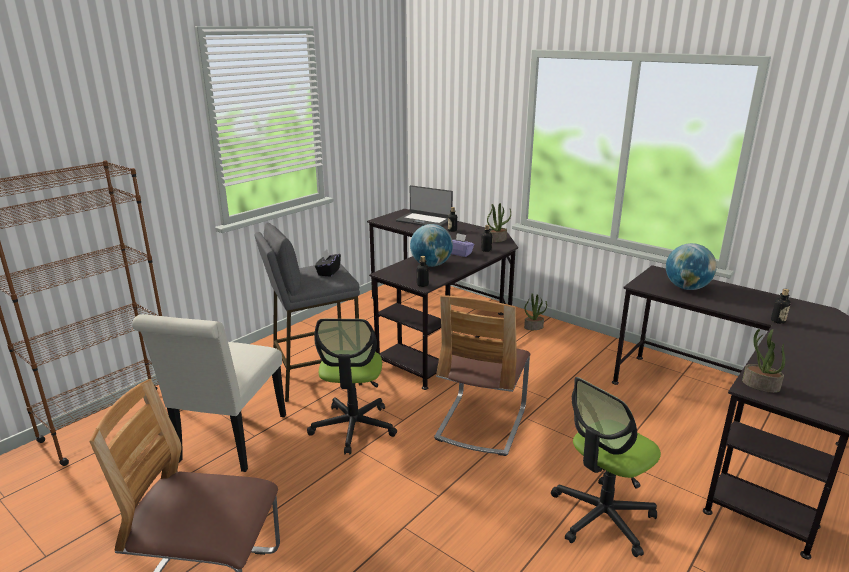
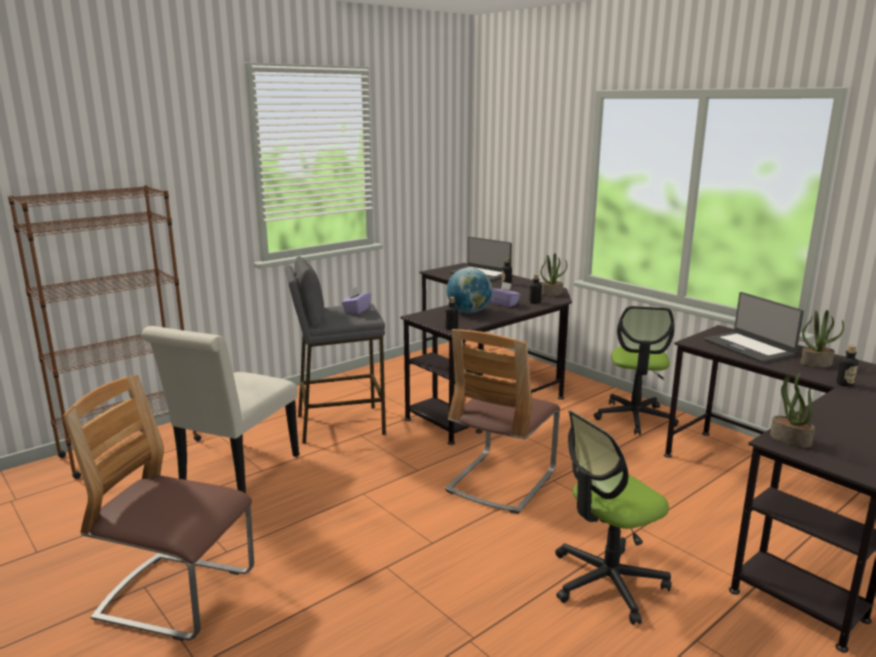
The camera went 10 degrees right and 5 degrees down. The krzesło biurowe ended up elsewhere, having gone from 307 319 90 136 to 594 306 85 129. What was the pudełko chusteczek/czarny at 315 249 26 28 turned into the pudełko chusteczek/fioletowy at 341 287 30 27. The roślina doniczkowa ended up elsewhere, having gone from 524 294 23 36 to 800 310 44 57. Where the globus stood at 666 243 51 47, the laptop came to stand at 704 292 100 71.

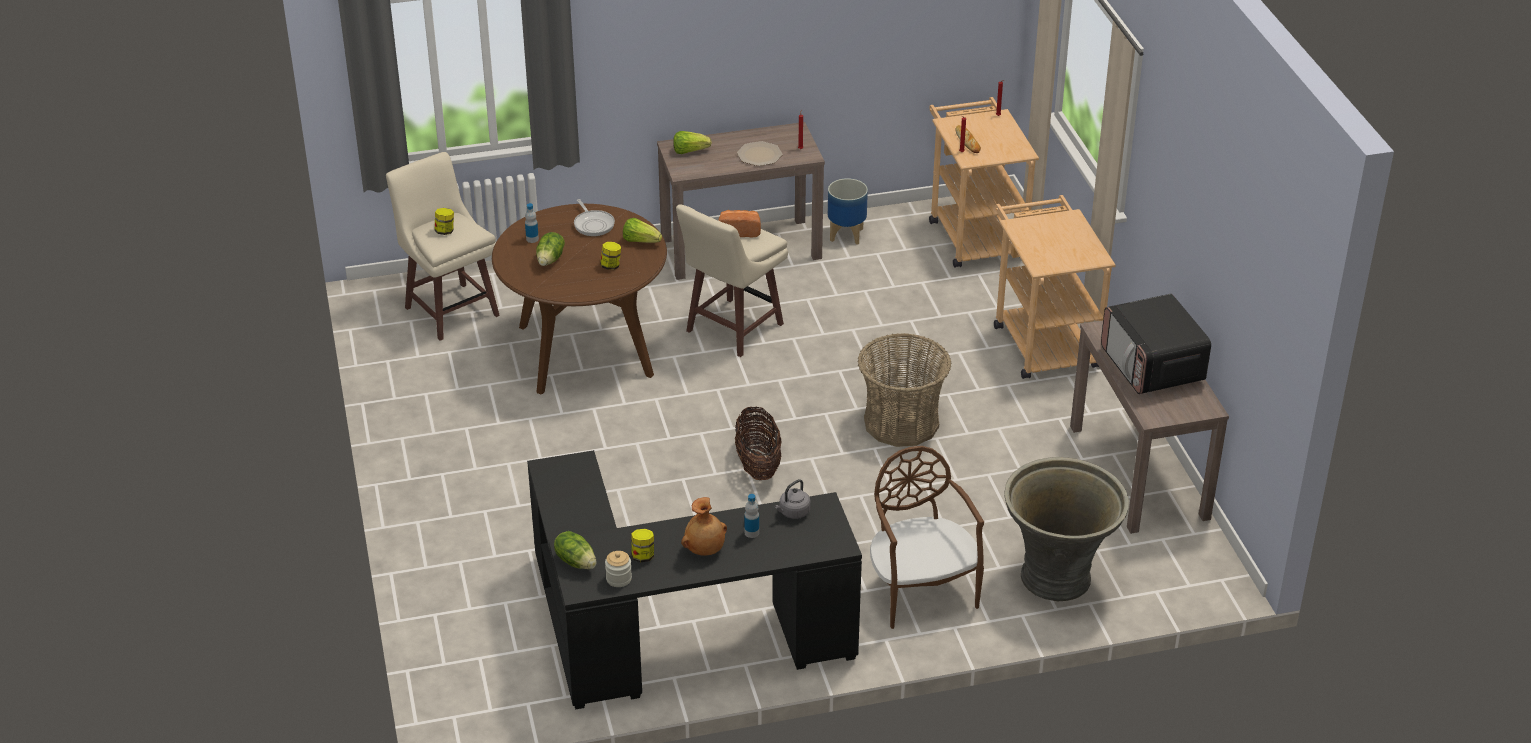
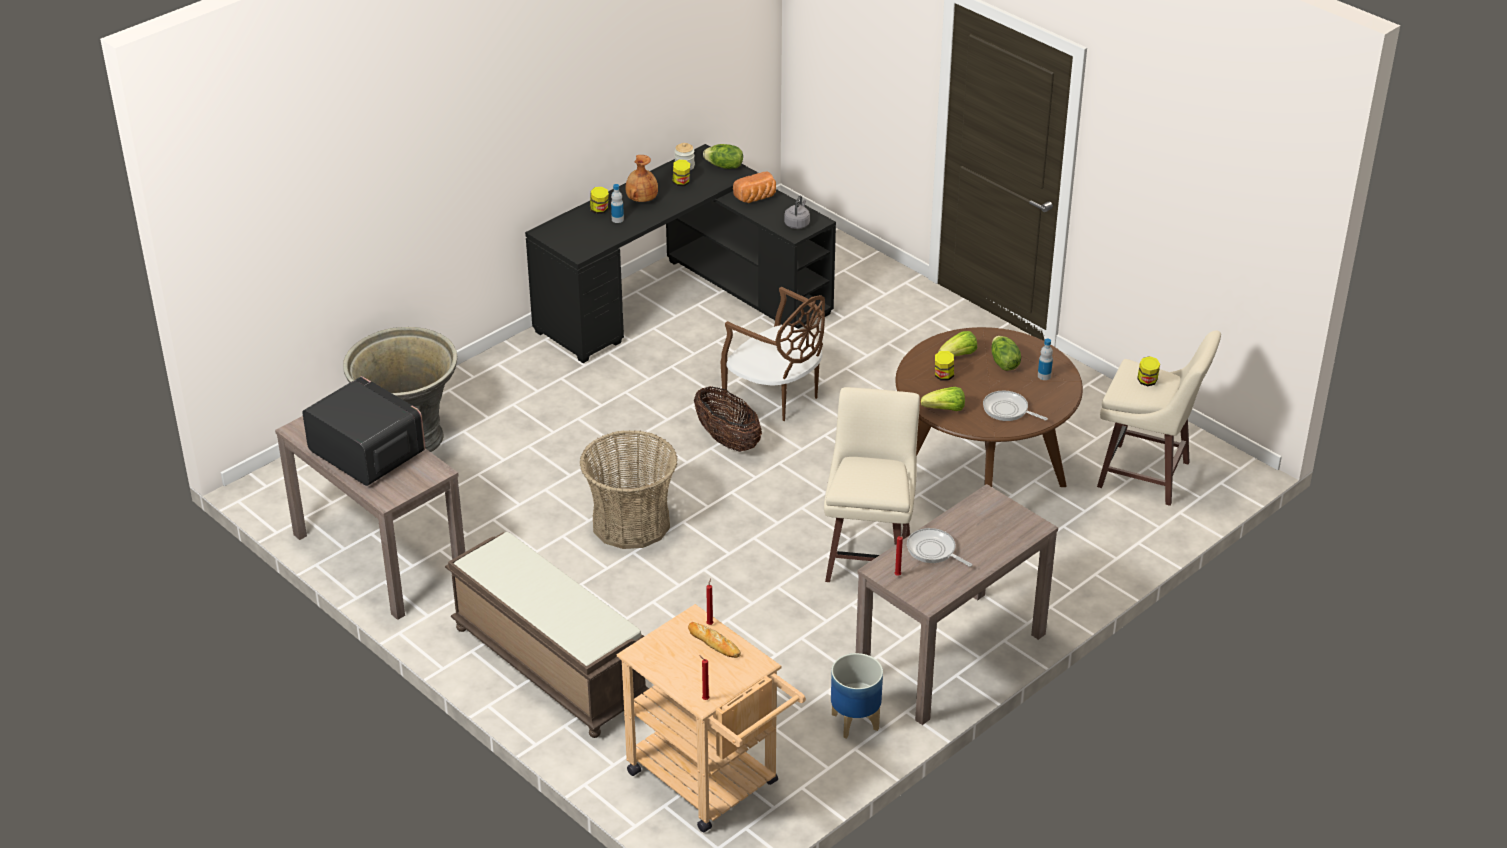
The camera went 150 degrees right and 0 degrees up. The sałata ended up elsewhere, having gone from 673 131 39 23 to 938 331 39 26. The chleb ended up elsewhere, having gone from 718 210 43 28 to 733 171 43 32. Where the talerz stood at 737 141 45 25, the patelnia came to stand at 907 528 65 39. The czajnik/szary ended up elsewhere, having gone from 775 479 35 40 to 784 196 26 33. The krzesło/brązowy ended up elsewhere, having gone from 870 446 114 183 to 721 286 104 135. Where the wózek/beżowy stood at 994 195 122 184, the ławka/brązowy came to stand at 445 532 204 206. The second view gained the słoik at 590 187 19 27.

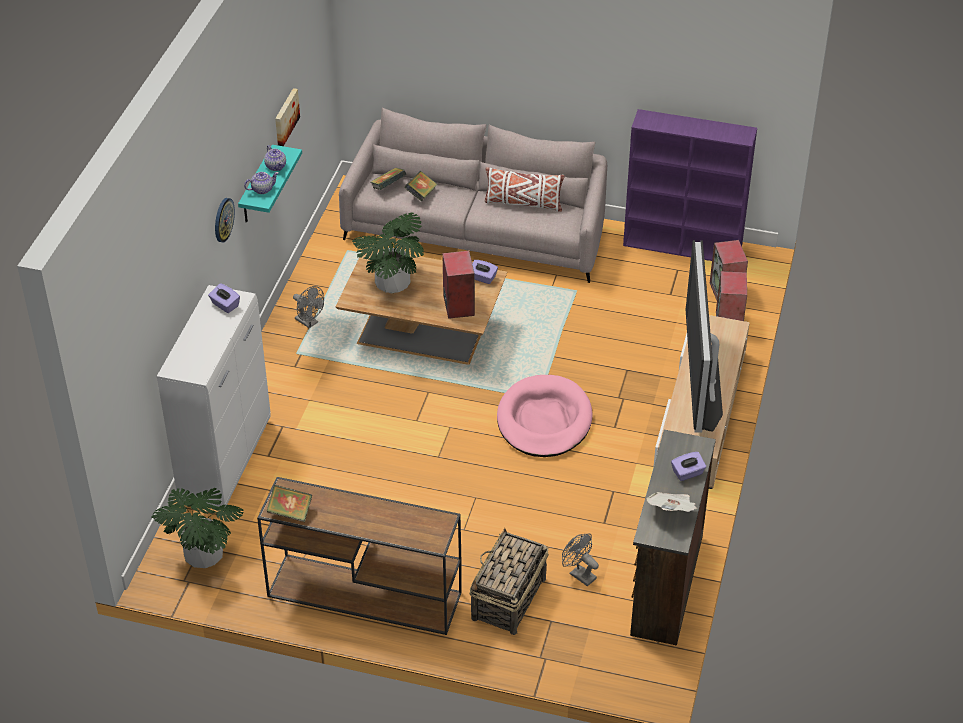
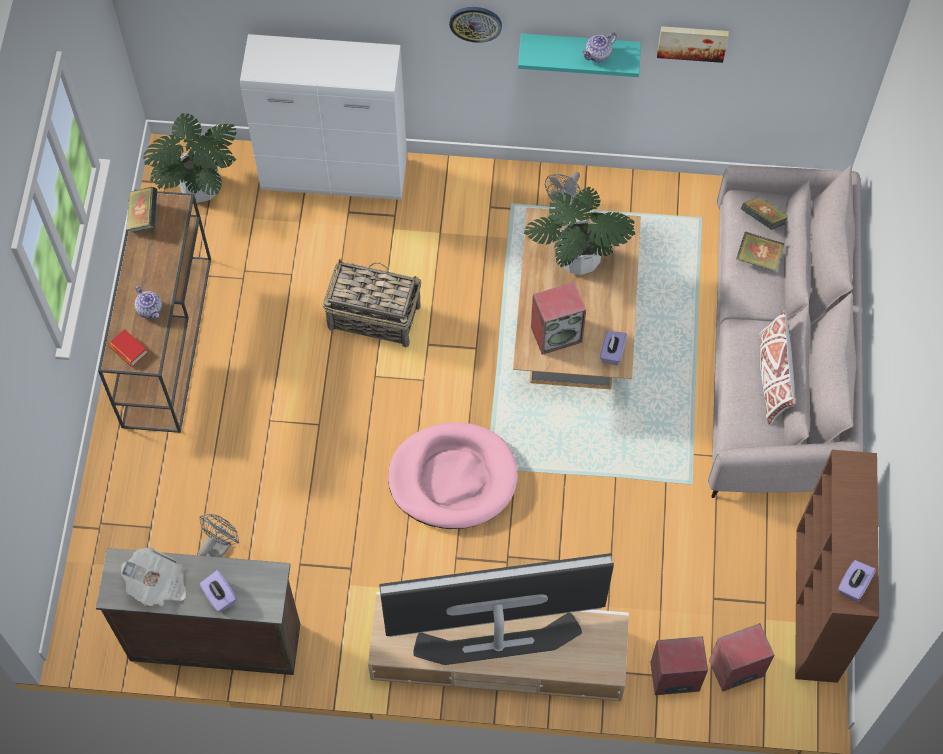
The camera went 80 degrees right and 20 degrees up. The pudełko chusteczek/fioletowy ended up elsewhere, having gone from 208 283 32 30 to 838 560 38 42. The imbryk ended up elsewhere, having gone from 244 172 35 22 to 135 286 27 33. The koszyk ended up elsewhere, having gone from 470 528 79 107 to 323 259 98 88. What was the regał/fioletowy at 623 109 134 152 turned into the regał/brązowy at 795 450 84 233. The second view gained the książka at 108 329 40 38.

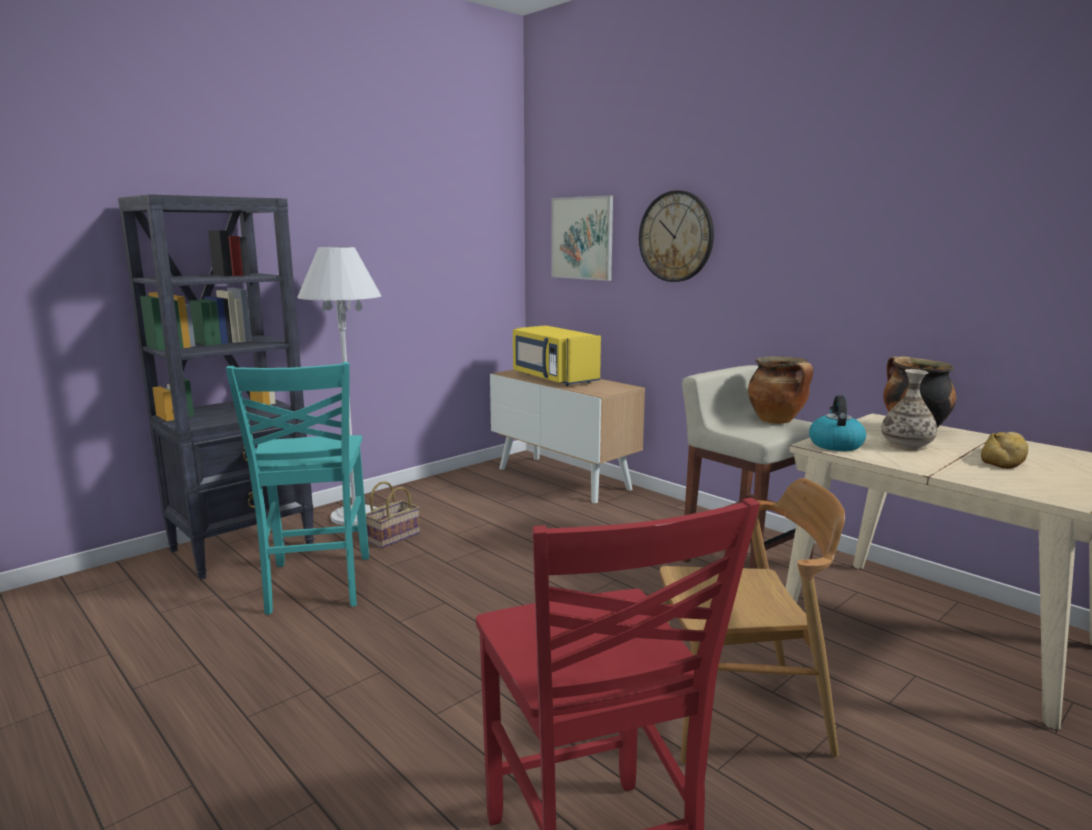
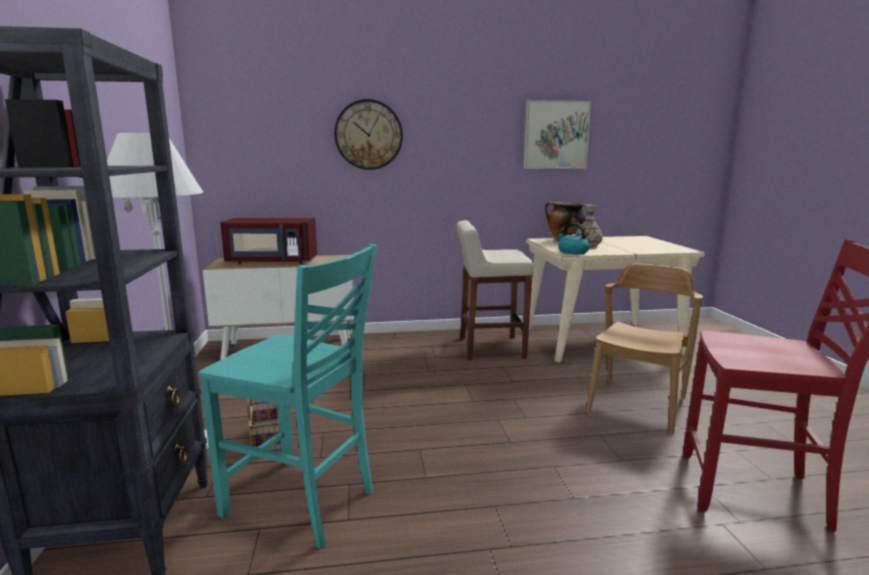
The camera went 55 degrees left and 0 degrees up. What was the mikrofalówka/żółty at 513 325 88 61 turned into the mikrofalówka/czerwony at 220 218 97 46. The obraz ended up elsewhere, having gone from 551 195 62 86 to 524 100 67 69. The second view lost the garnek at 748 356 65 68. The second view lost the chleb at 981 432 47 37.

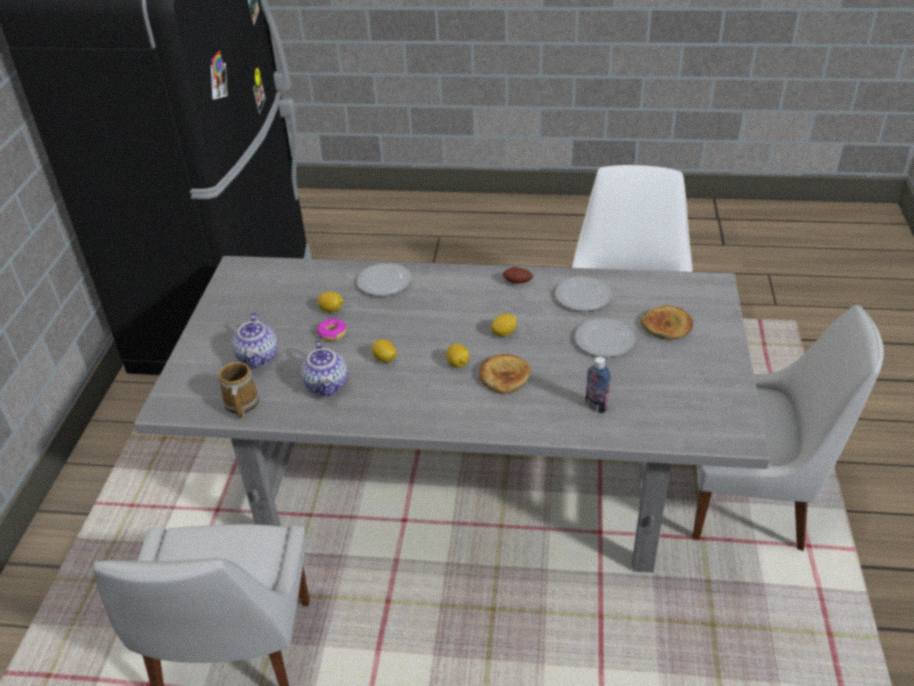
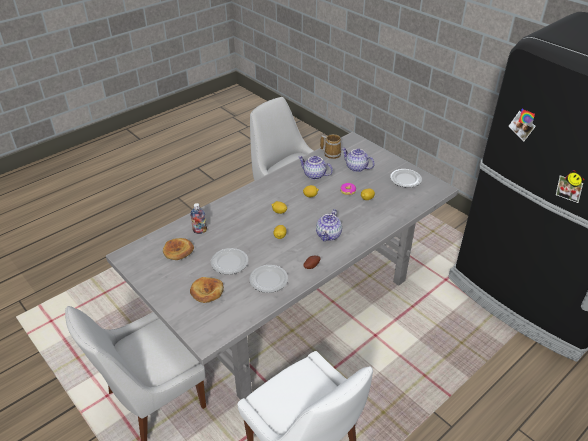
The camera went 130 degrees right and 0 degrees up. The talerz ended up elsewhere, having gone from 357 263 55 33 to 390 169 32 19. The chleb ended up elsewhere, having gone from 479 354 52 40 to 163 238 31 22. The second view gained the imbryk at 316 209 26 32.

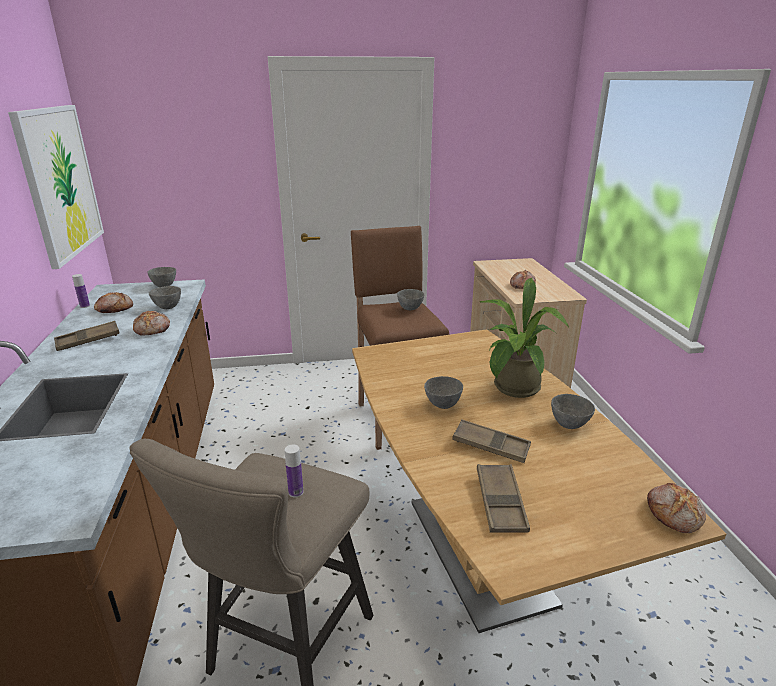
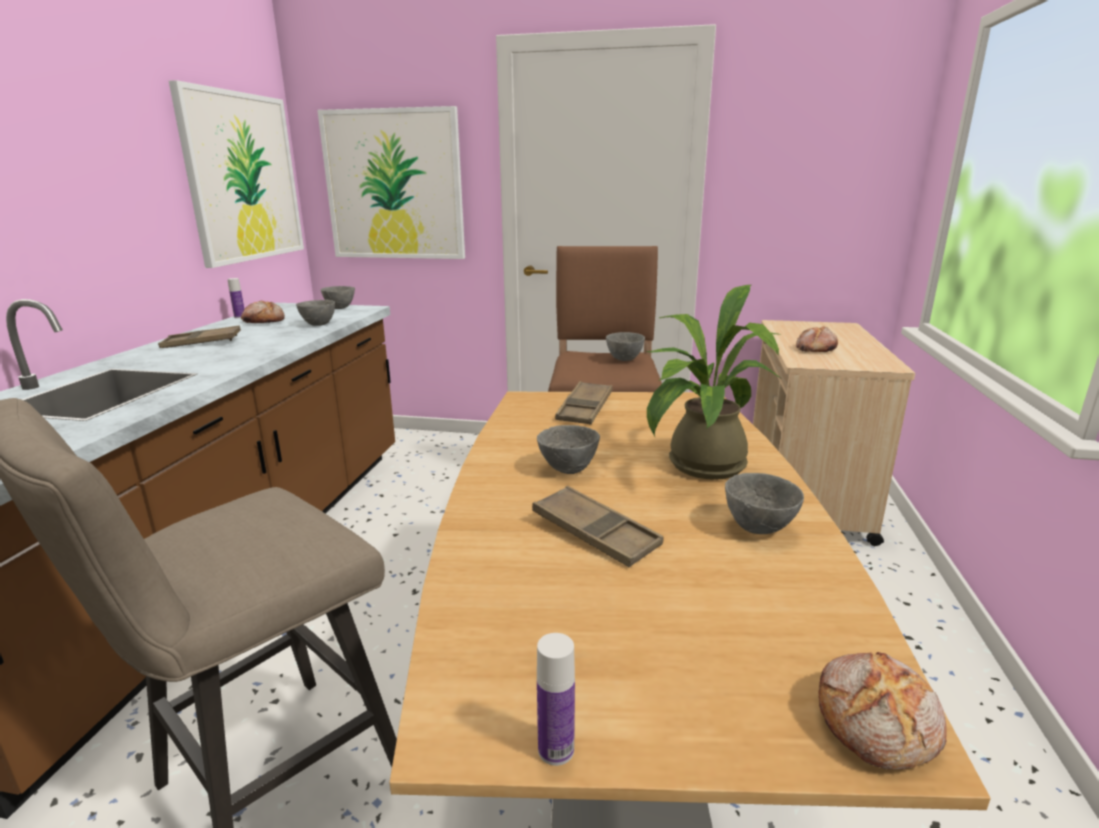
The camera went 20 degrees right and 5 degrees down. The second view lost the chleb at 133 311 37 25. The butelka ended up elsewhere, having gone from 285 445 18 52 to 537 633 38 133. The taca/brązowy ended up elsewhere, having gone from 477 464 53 69 to 555 381 58 44. The second view gained the obraz at 317 106 148 153.

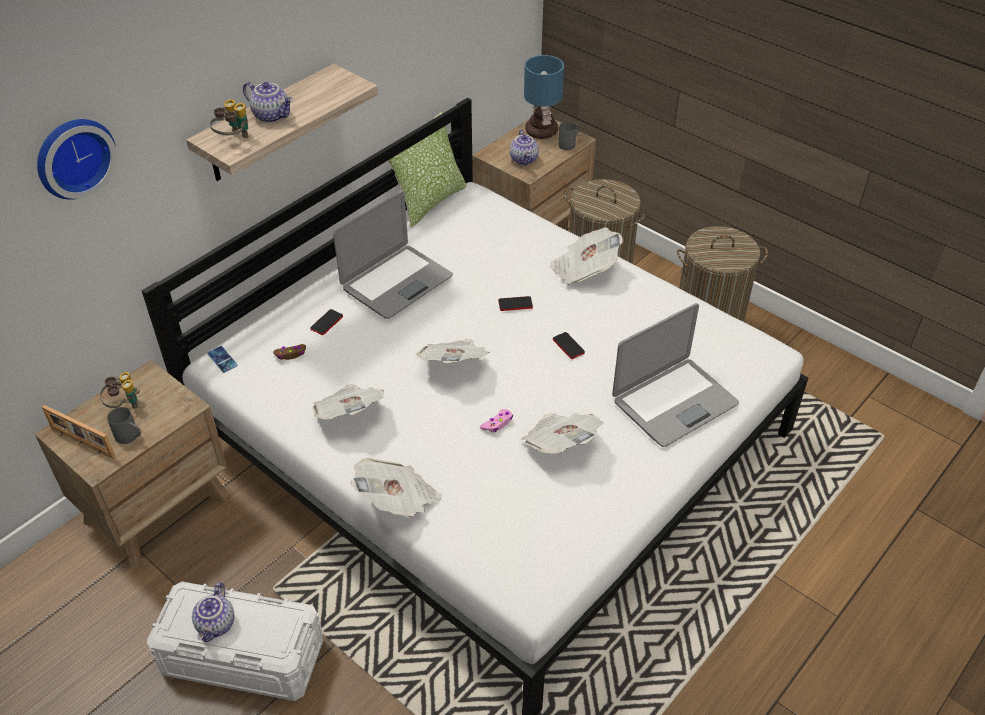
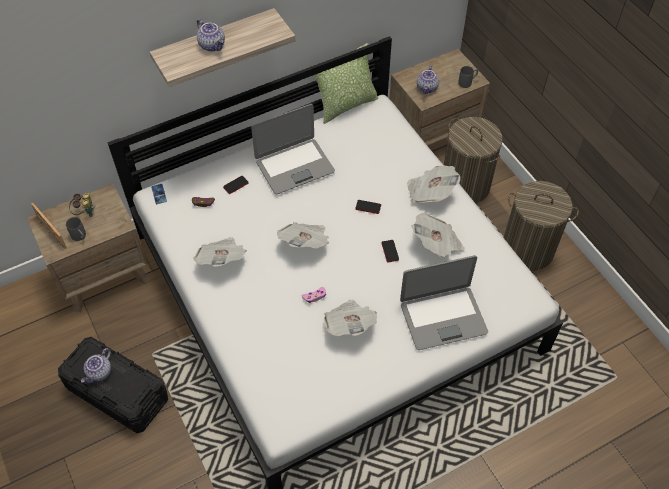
The camera went 20 degrees right and 10 degrees up. The second view lost the zegar ścienny at 37 119 80 81. What was the pojemnik do przechowywania/biały at 147 582 176 119 turned into the pojemnik do przechowywania/czarny at 58 337 110 96. The second view lost the lornetka at 210 99 38 39. The gazeta ended up elsewhere, having gone from 350 458 91 60 to 412 213 53 44. The second view lost the lampa stołowa at 524 55 40 84.

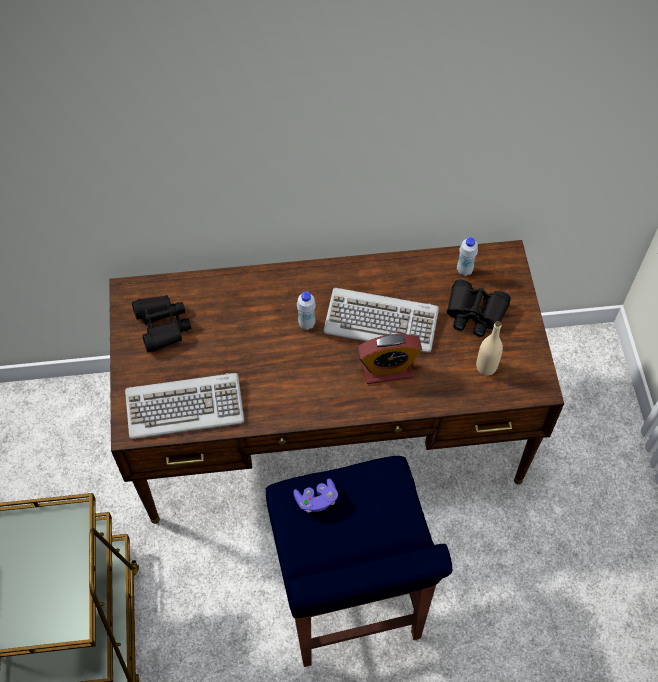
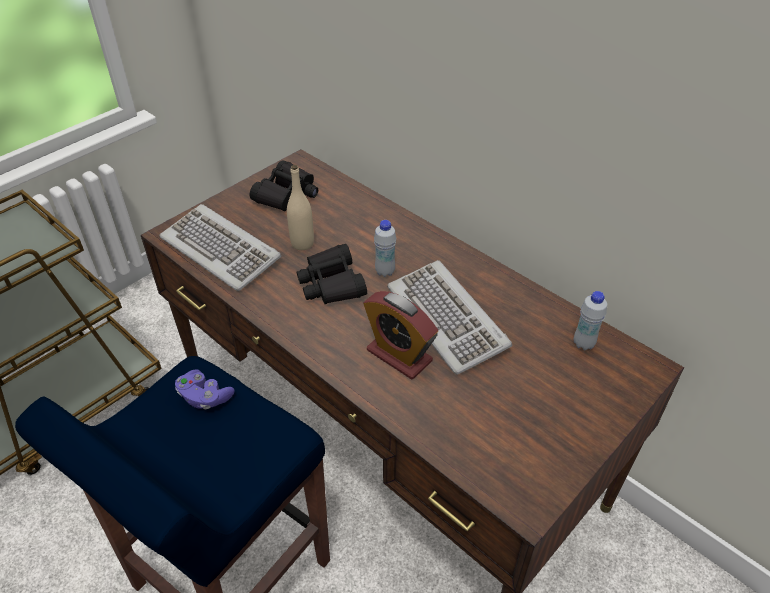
The camera went 50 degrees right and 15 degrees down. The lornetka/czarny ended up elsewhere, having gone from 447 280 64 57 to 297 244 70 60. The butelka/beżowy ended up elsewhere, having gone from 476 321 27 55 to 287 165 27 85.

